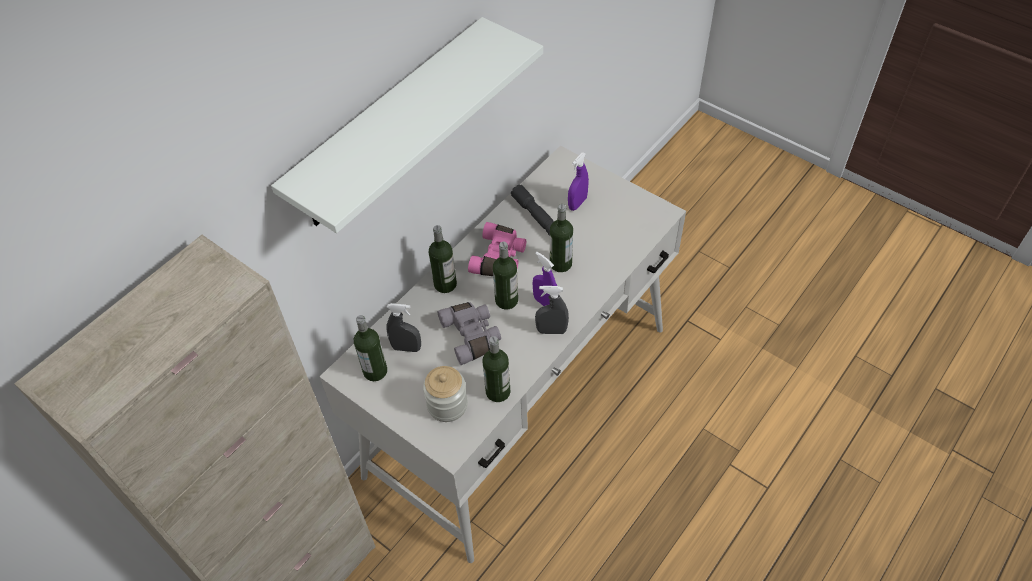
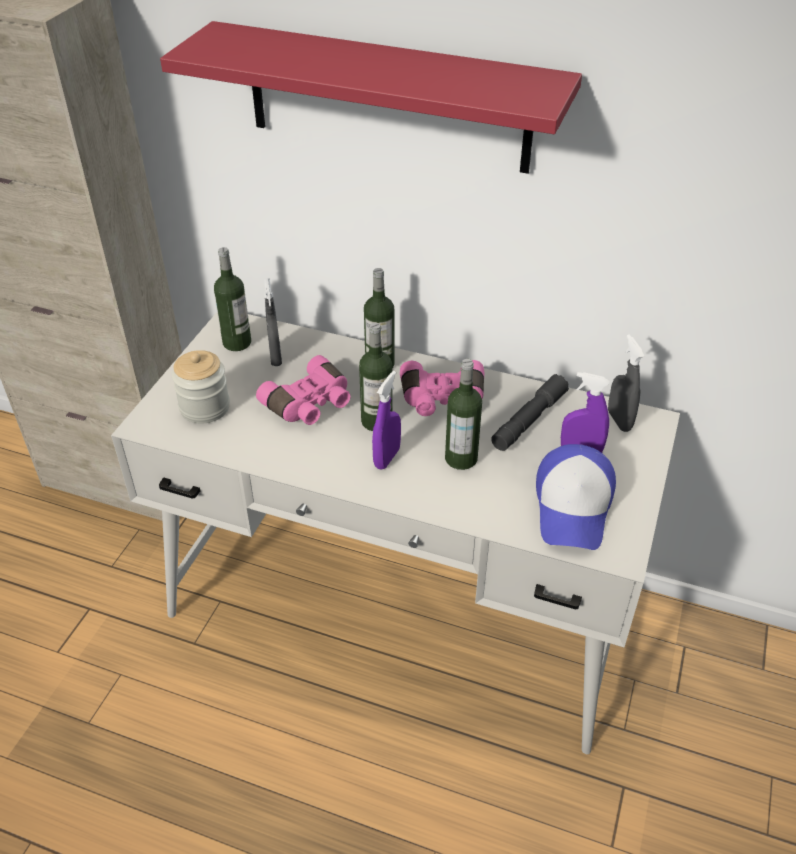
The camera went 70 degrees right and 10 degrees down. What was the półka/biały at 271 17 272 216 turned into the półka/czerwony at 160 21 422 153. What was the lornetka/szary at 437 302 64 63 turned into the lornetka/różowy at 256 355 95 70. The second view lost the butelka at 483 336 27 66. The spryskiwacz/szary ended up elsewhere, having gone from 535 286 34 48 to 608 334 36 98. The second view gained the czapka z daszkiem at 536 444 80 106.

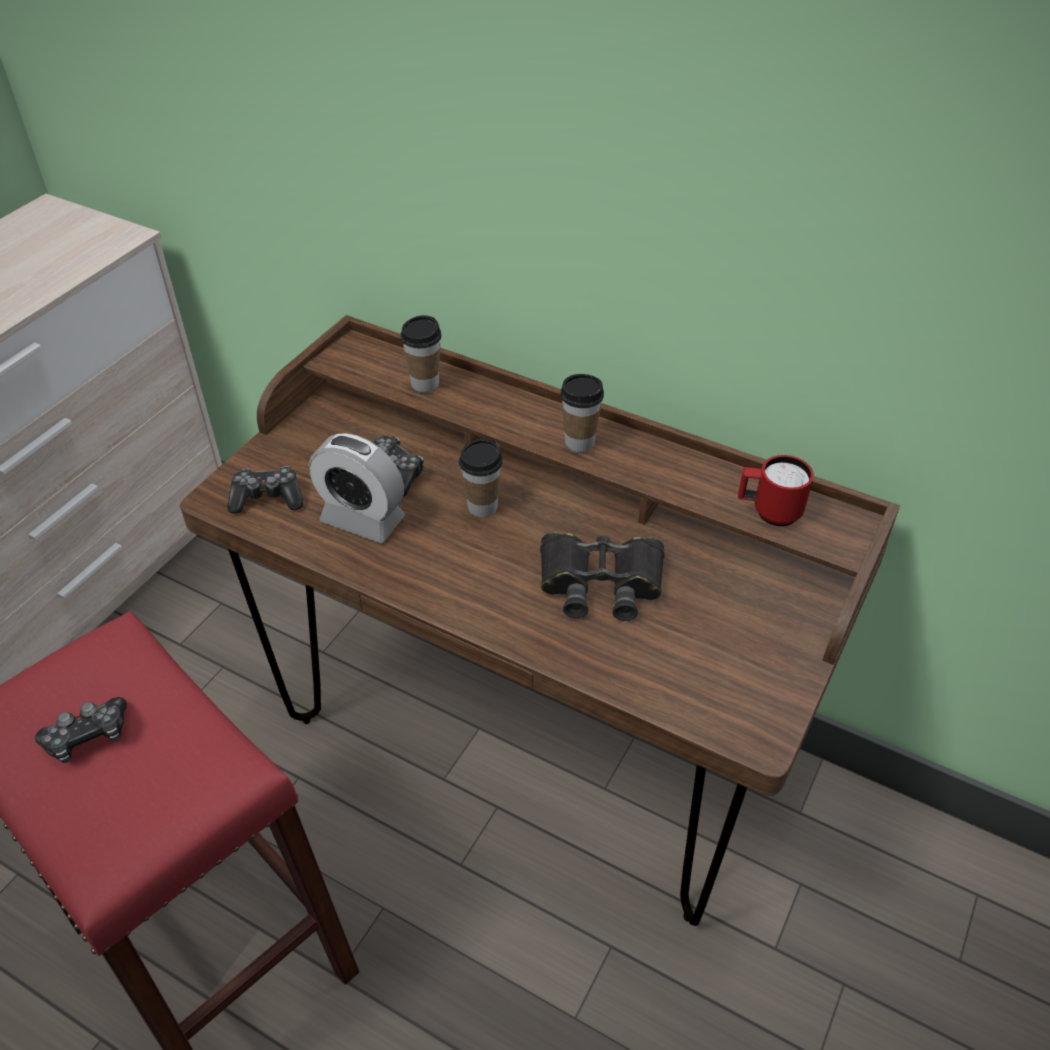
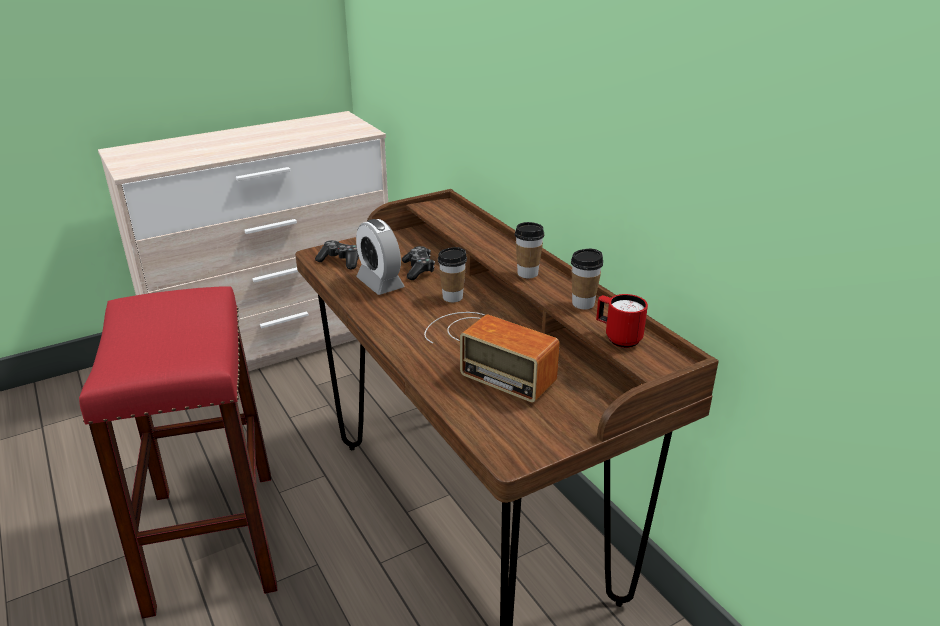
The camera went 30 degrees right and 15 degrees down. The second view lost the pad do gier at 35 697 92 66. The filiżanka ended up elsewhere, having gone from 401 315 40 77 to 571 249 32 60. Where the lornetka/czarny stood at 540 532 125 89, the radio came to stand at 424 312 136 91.

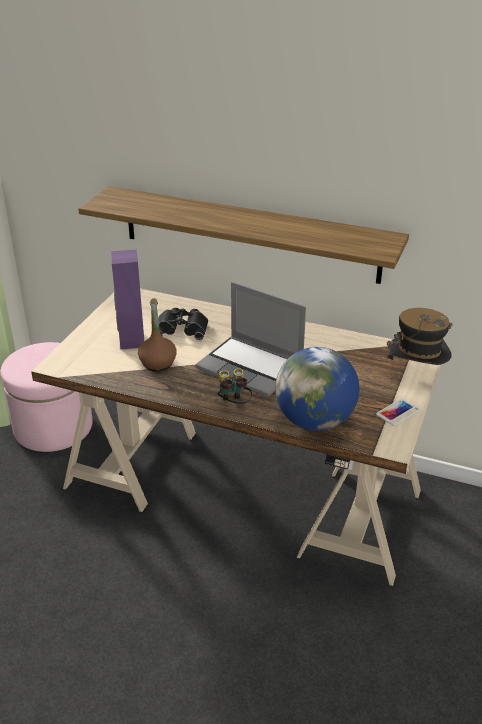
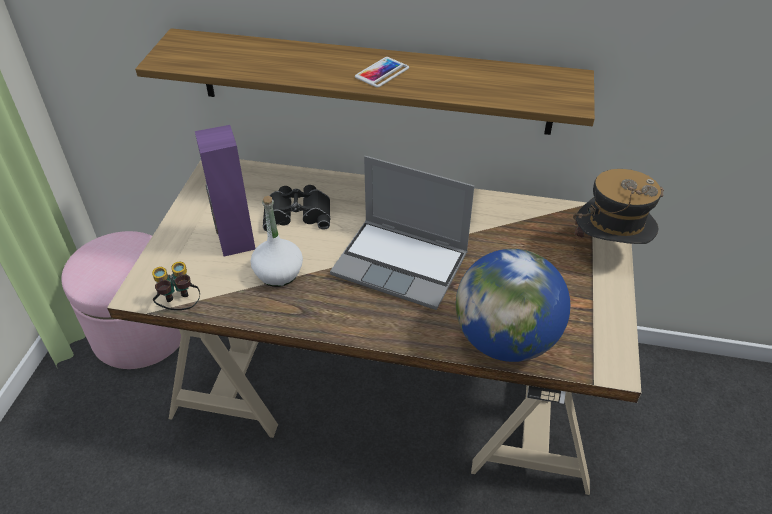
The camera went 10 degrees left and 10 degrees up. What was the butelka/brązowy at 138 298 39 73 turned into the butelka/biały at 251 196 52 91. The lornetka ended up elsewhere, having gone from 217 368 35 36 to 152 262 48 48. The telefon ended up elsewhere, having gone from 376 398 44 28 to 355 57 54 30.

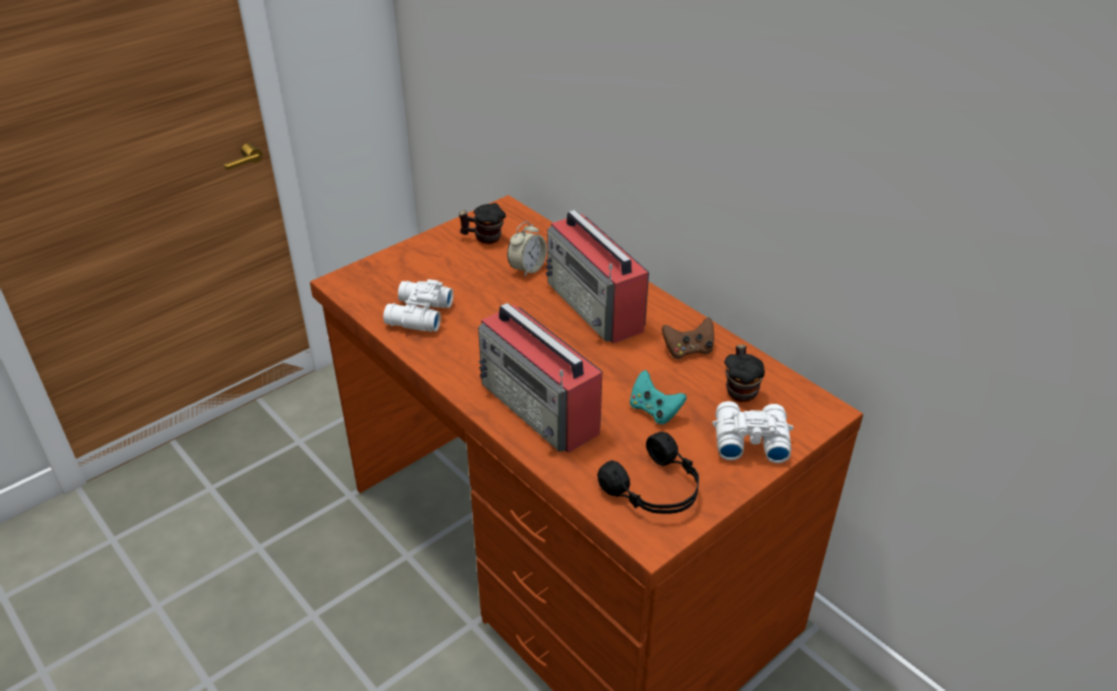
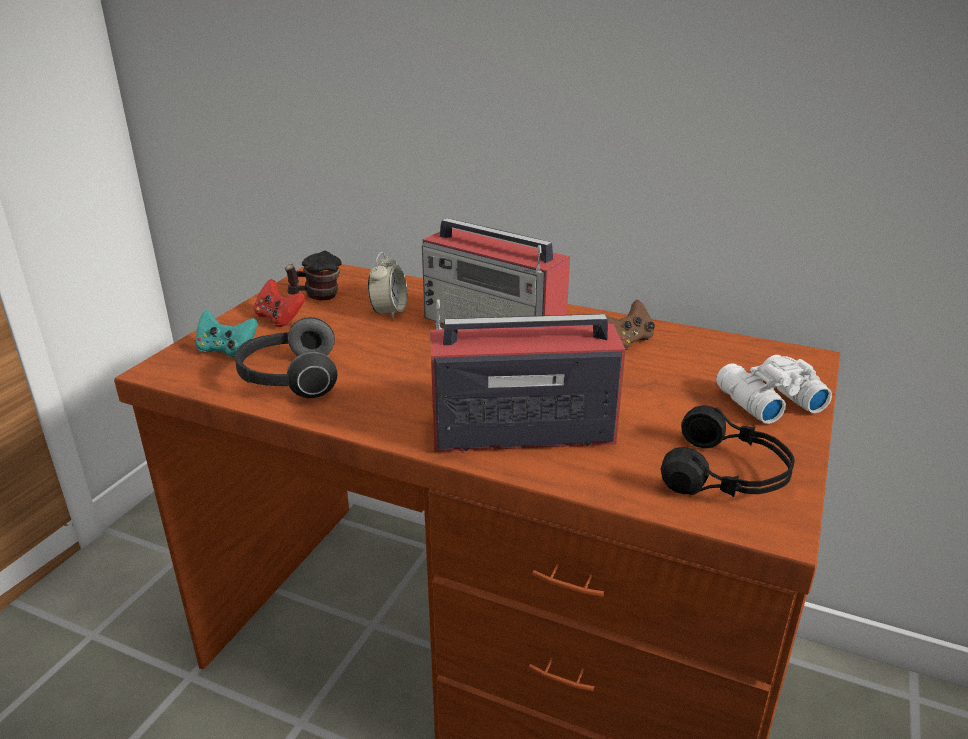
The camera went 25 degrees left and 10 degrees down. Where the lornetka/biały stood at 383 279 70 53, the słuchawki came to stand at 235 317 102 81. The radio at 478 303 124 150 ended up facing another way, 150 degrees clockwise from before. The pad do gier/turkusowy ended up elsewhere, having gone from 630 370 57 54 to 196 310 62 48. The second view lost the kubek at 724 345 41 57. The second view gained the pad do gier/czerwony at 254 279 51 48.

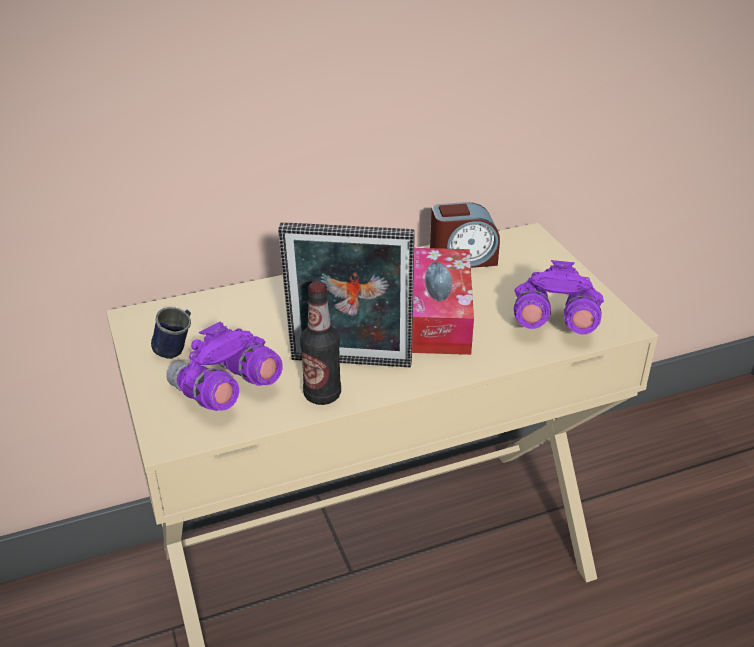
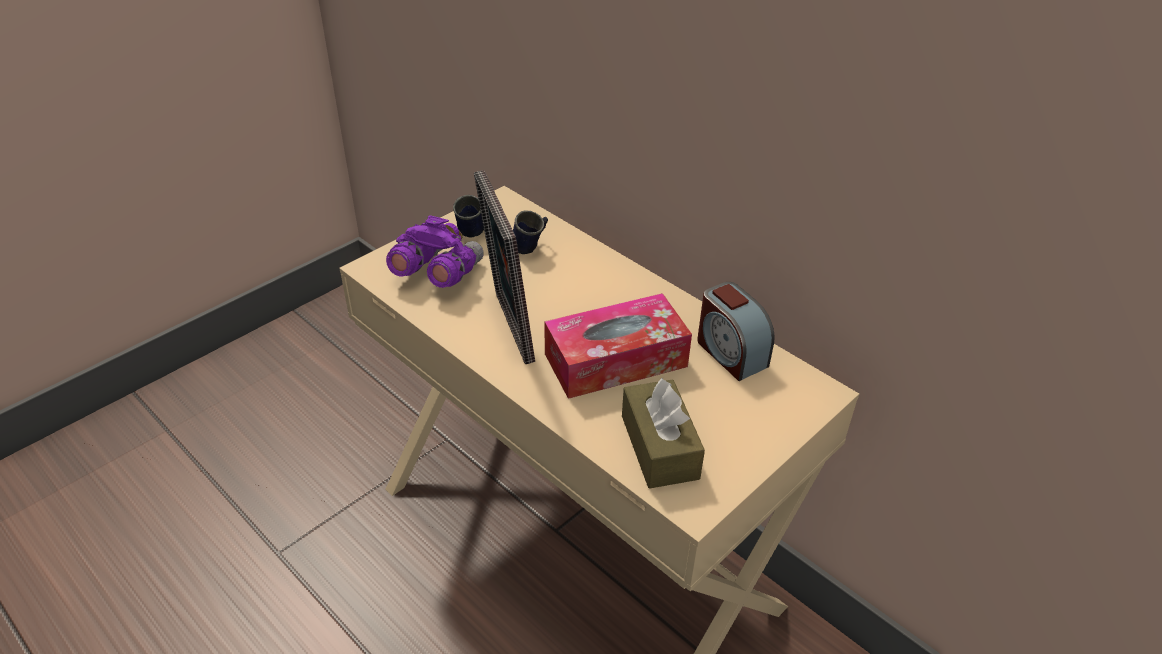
The camera went 65 degrees right and 5 degrees up. The second view lost the butelka at 300 281 41 124. Where the lornetka/fioletowy stood at 514 260 90 74, the pudełko chusteczek/brązowy came to stand at 622 378 83 111. The second view gained the kubek/niebieski at 513 210 35 44.

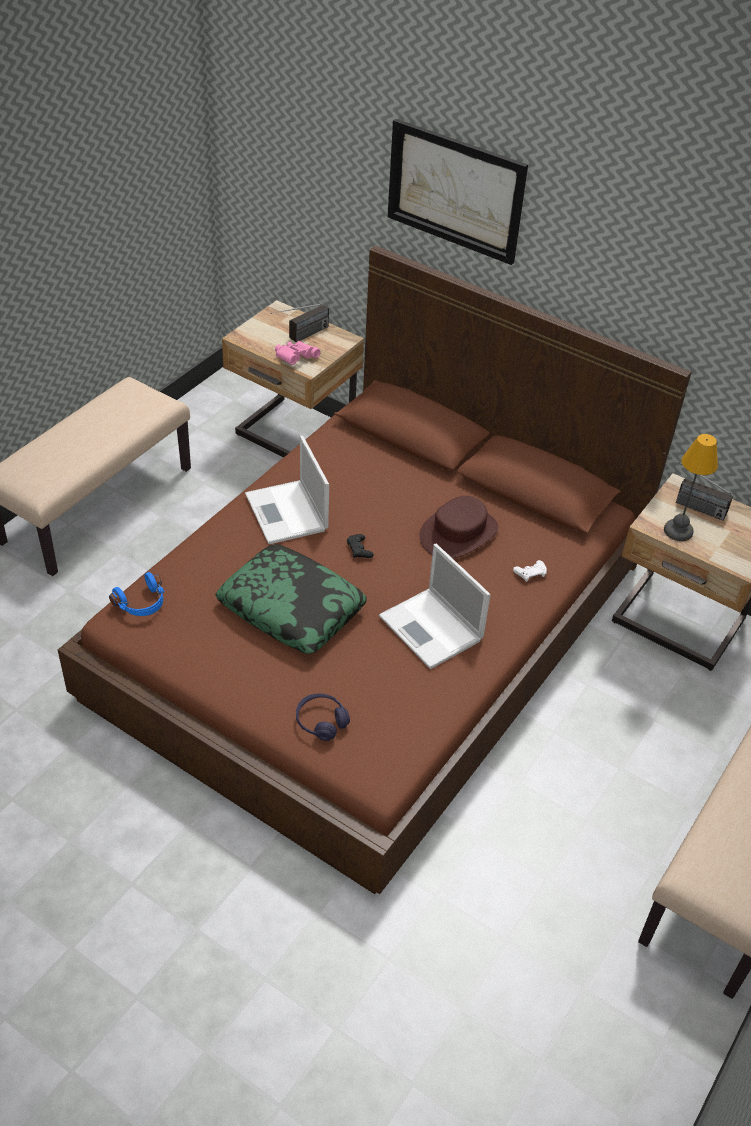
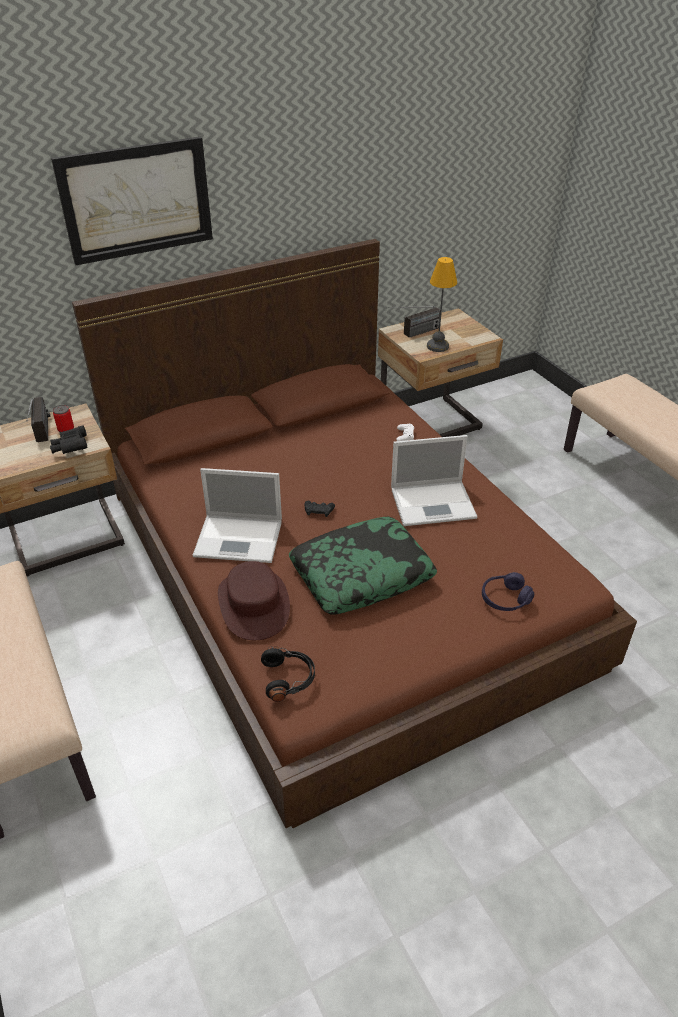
The camera went 60 degrees left and 5 degrees down. What was the słuchawki/niebieski at 109 572 56 44 turned into the słuchawki/czarny at 261 646 54 56. What was the lornetka/różowy at 275 341 45 24 turned into the lornetka/czarny at 50 425 37 29. The kapelusz/brązowy ended up elsewhere, having gone from 419 496 79 62 to 218 561 72 79. The second view gained the puszka at 53 405 21 27.

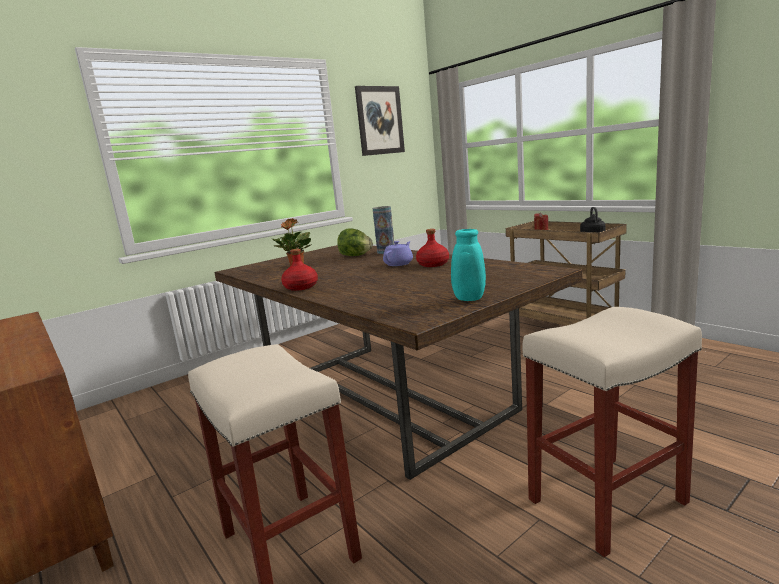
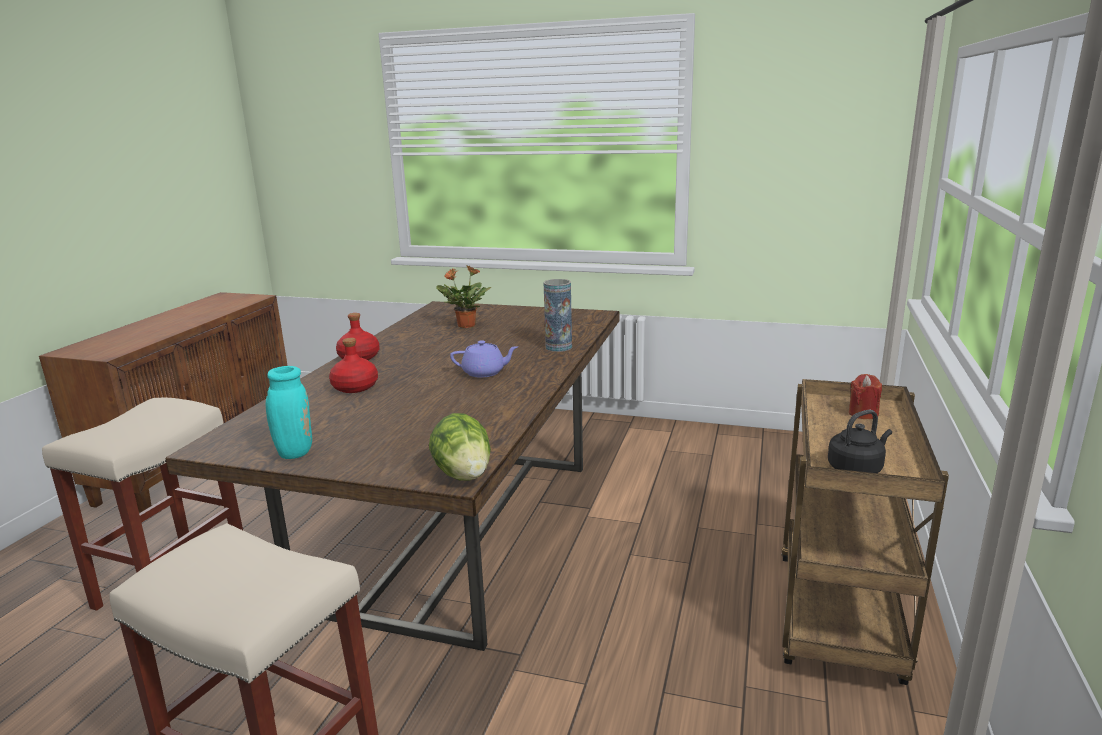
The camera went 55 degrees right and 5 degrees up. The sałata ended up elsewhere, having gone from 337 228 36 28 to 429 413 62 68. The second view lost the obraz at 355 86 50 70. The butelka/czerwony ended up elsewhere, having gone from 416 229 33 38 to 329 338 49 55.

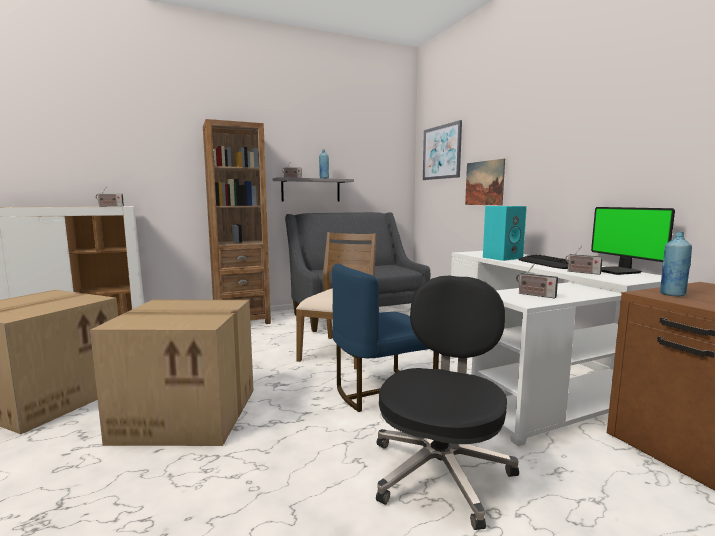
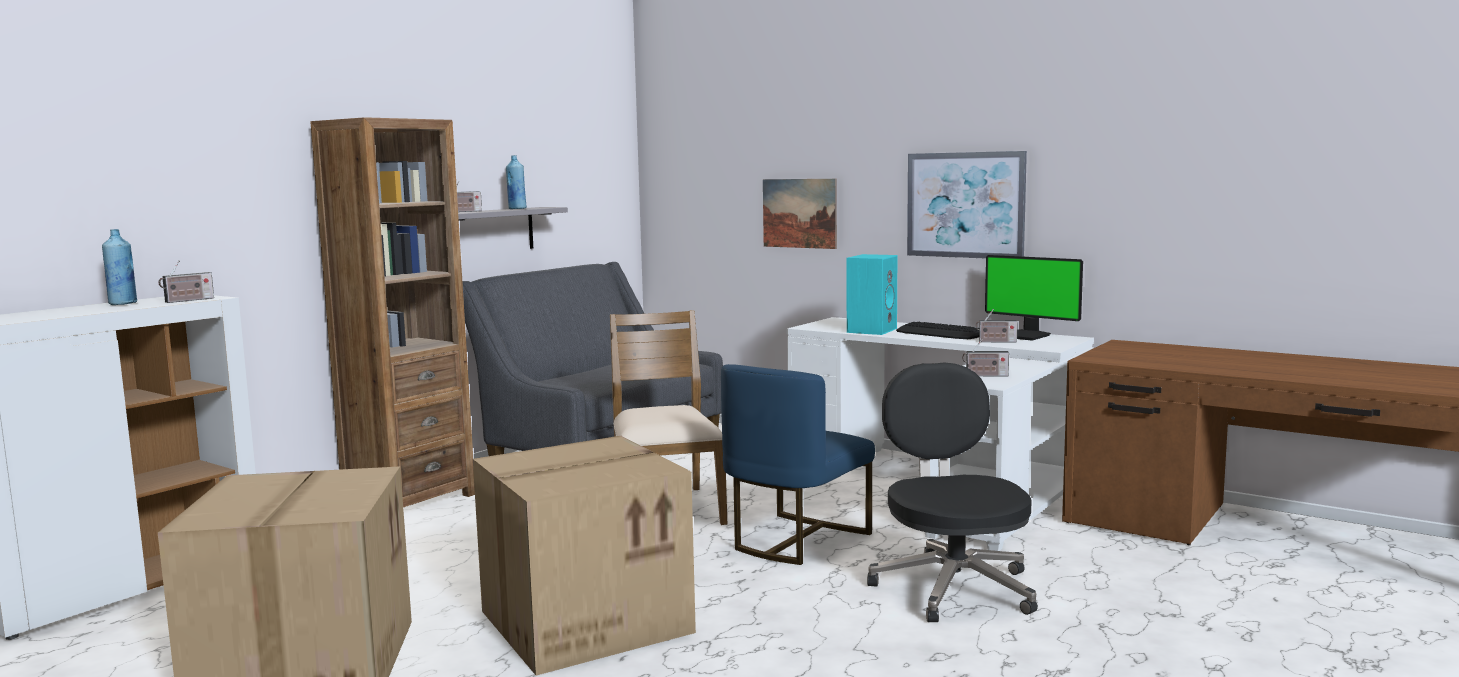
The camera went 30 degrees left and 0 degrees up. The obraz ended up elsewhere, having gone from 423 120 39 60 to 907 151 120 107. The butelka/niebieski ended up elsewhere, having gone from 660 232 32 64 to 102 229 35 76.

